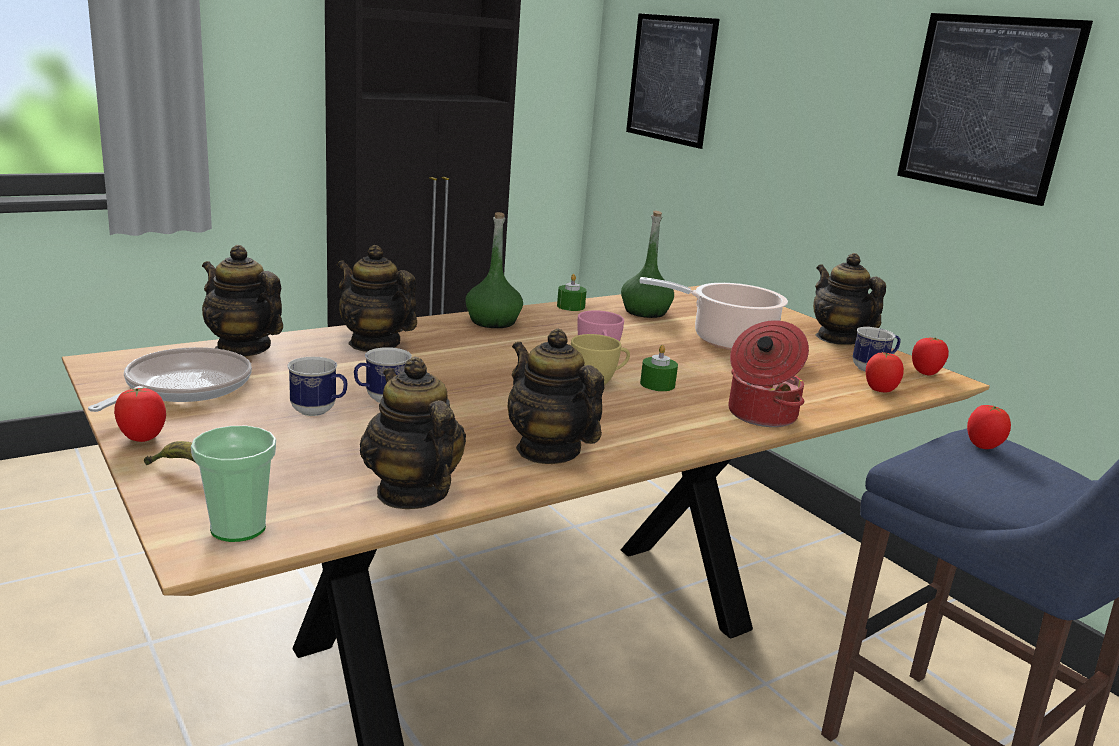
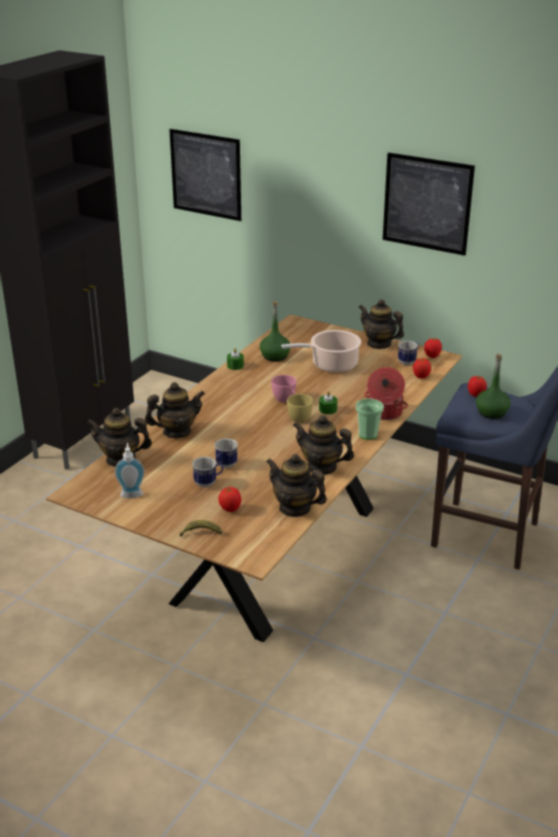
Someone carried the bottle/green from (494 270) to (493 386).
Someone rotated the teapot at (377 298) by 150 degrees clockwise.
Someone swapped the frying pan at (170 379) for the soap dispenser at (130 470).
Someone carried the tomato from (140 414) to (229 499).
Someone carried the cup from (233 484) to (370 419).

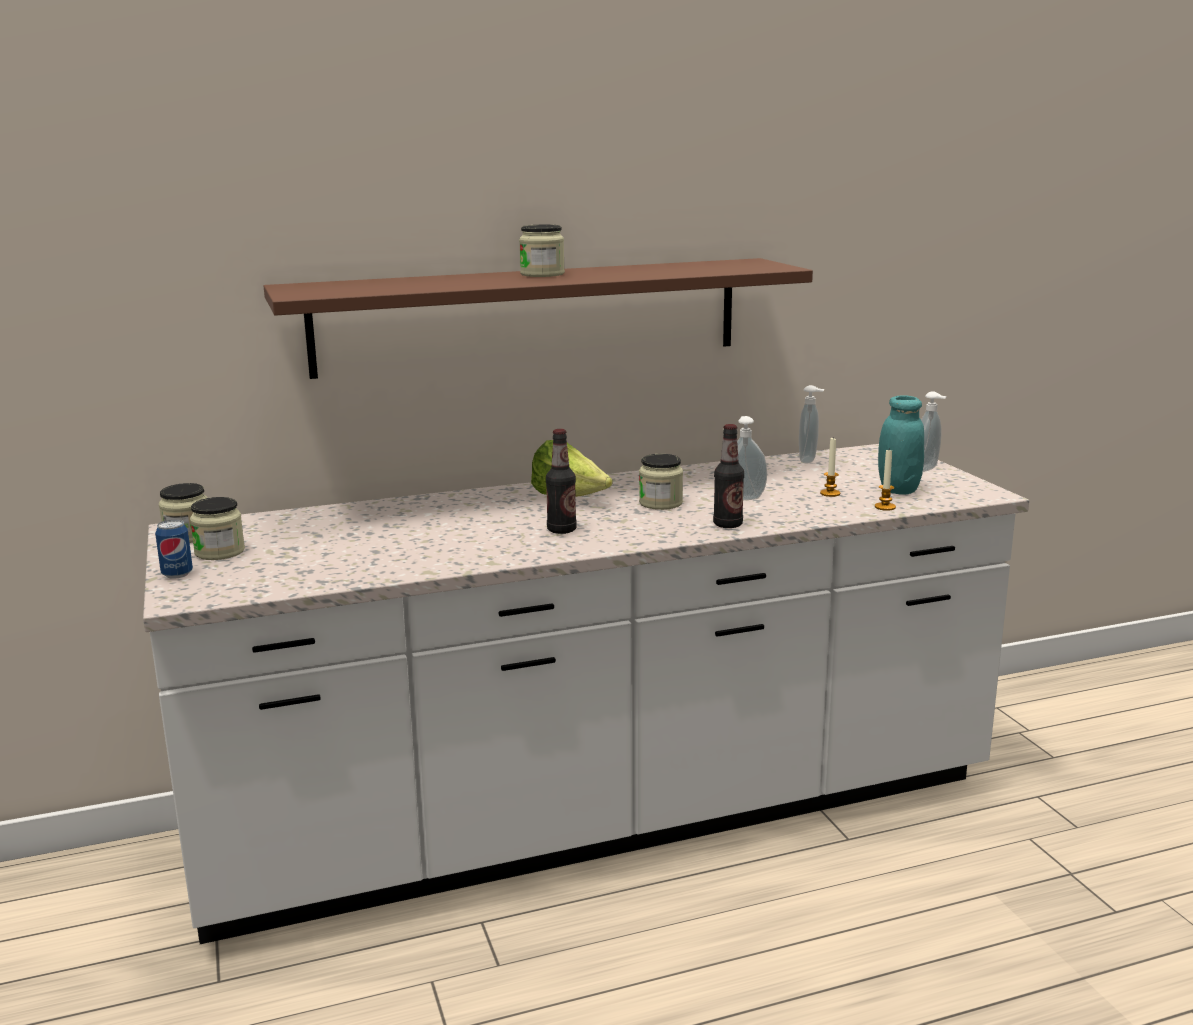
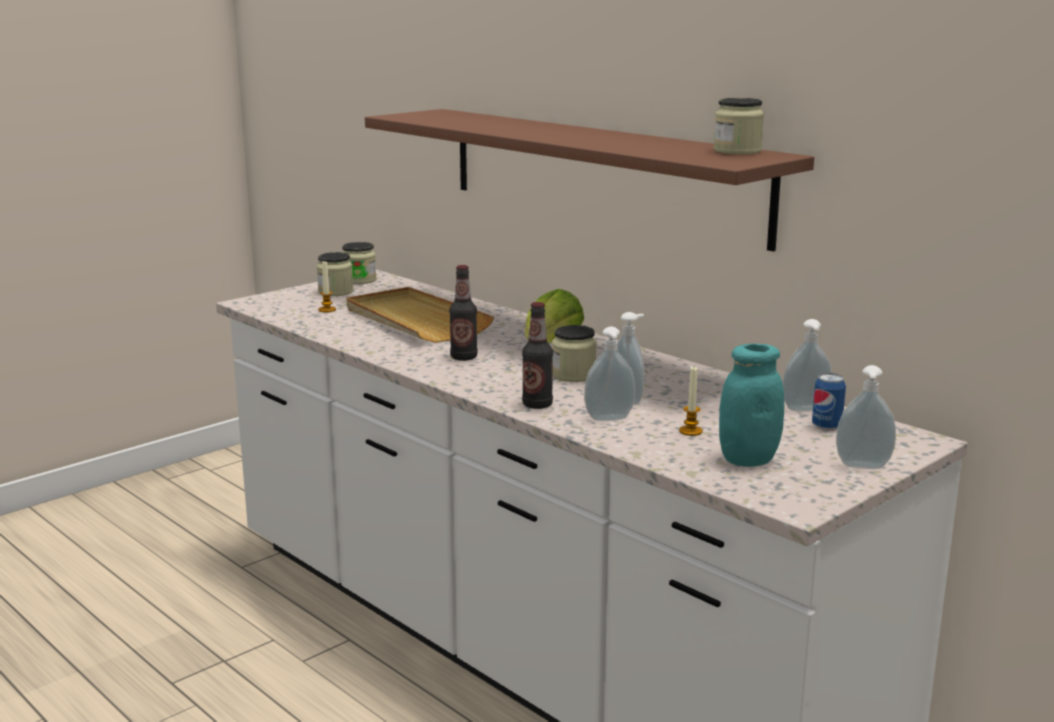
Someone carried the jar from (542 250) to (739 126).
Someone carried the candle from (885 480) to (327 286).
Someone carried the can from (174 549) to (829 402).
Someone put down the tray/beige at (420 315).
Someone put down the soap dispenser at (609 374).

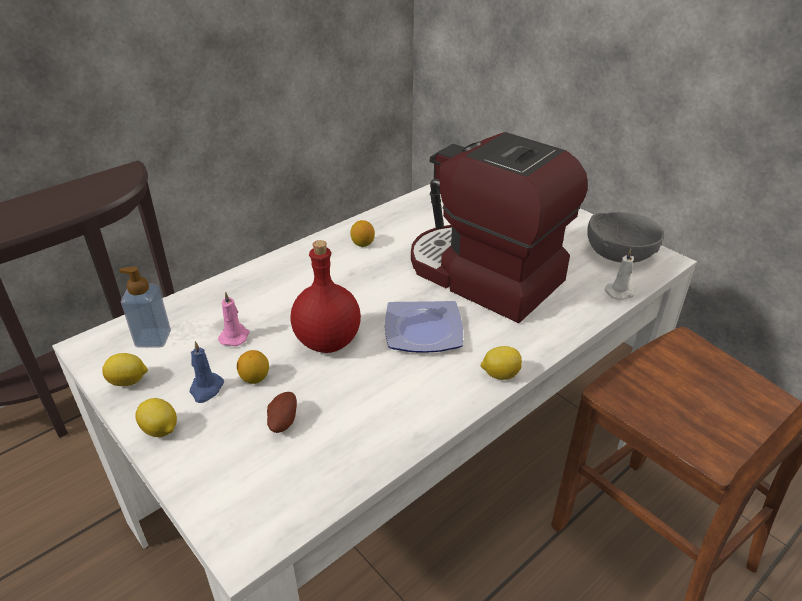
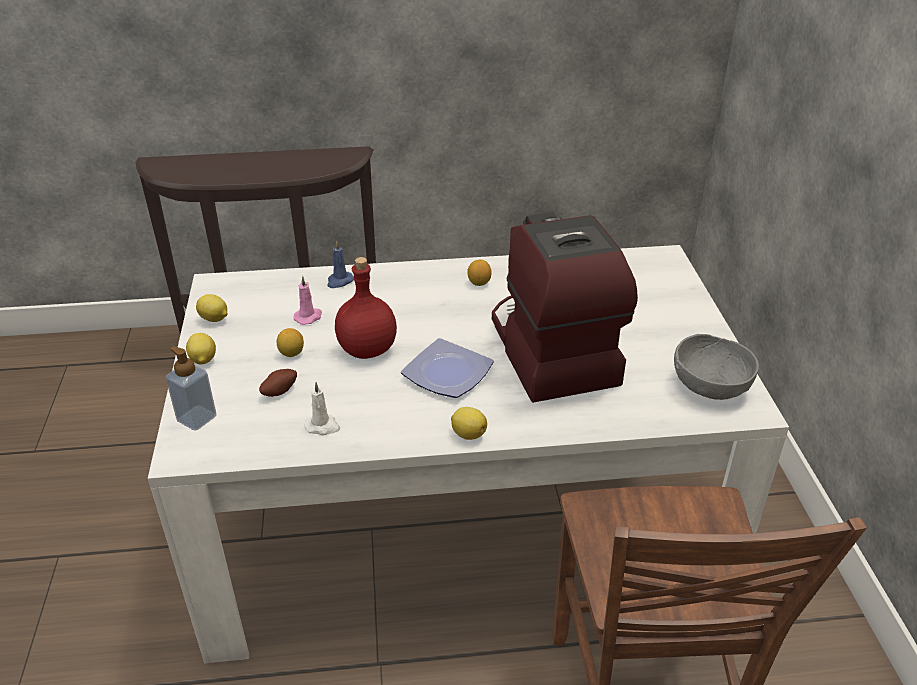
Someone carried the candle/white from (620 274) to (322 408).
Someone carried the soap dispenser from (145 307) to (191 388).
Someone carried the candle/blue from (207 372) to (340 264).

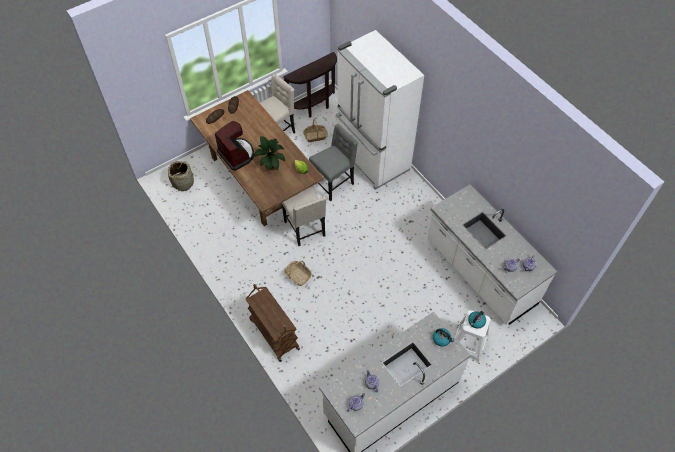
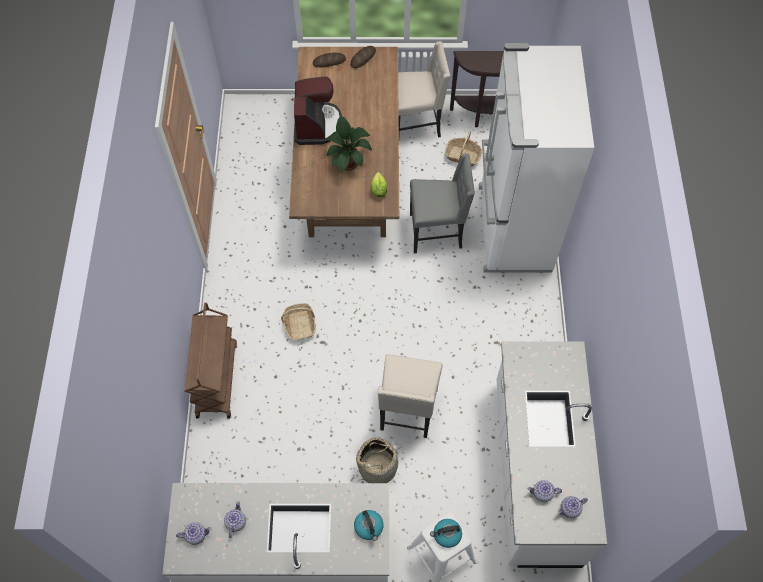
Someone carried the basket from (181 176) to (379 460).
Someone carried the chair/beige from (303 216) to (410 396).

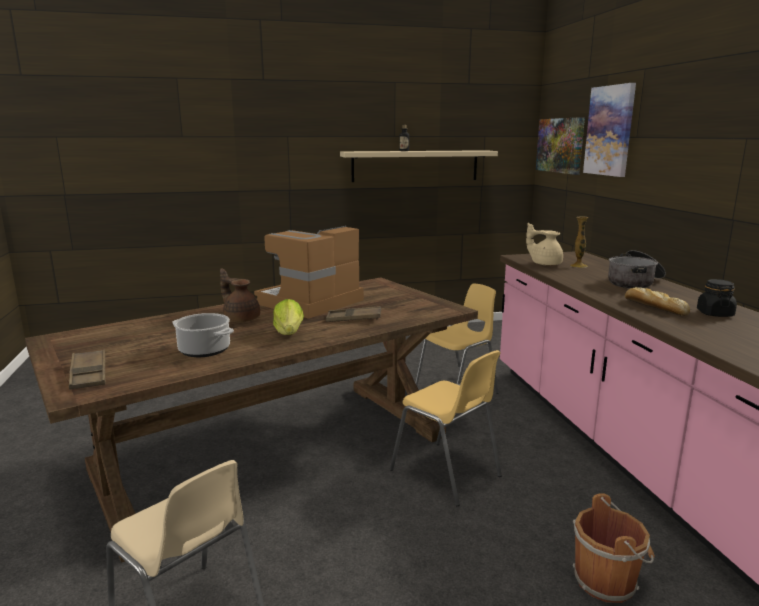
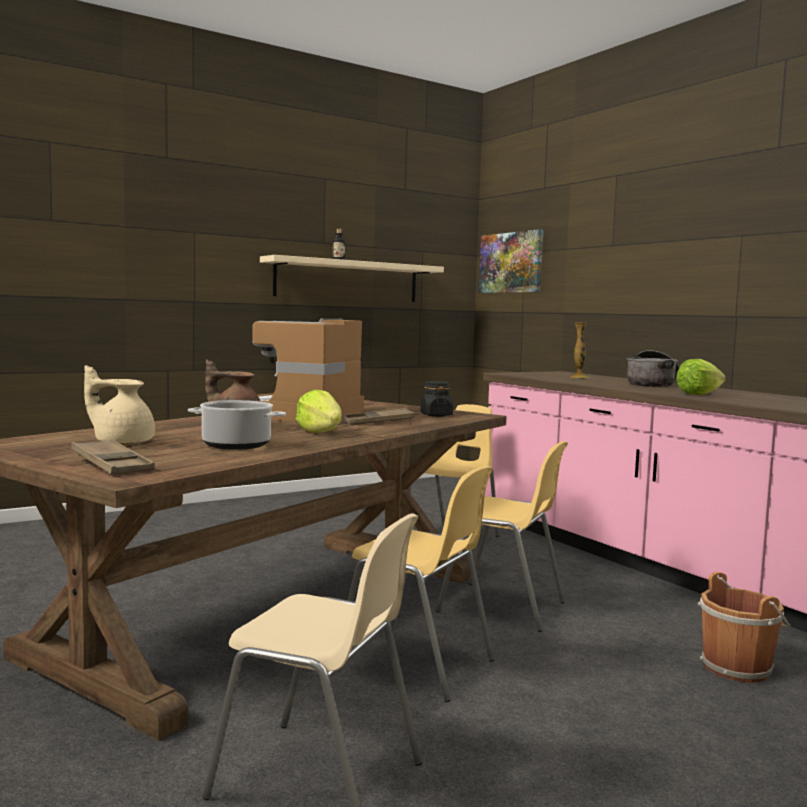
Someone took away the picture at (609 130).
Someone carried the teapot/beige from (544 244) to (119 405).
Someone carried the jar/black from (717 298) to (436 399).
Someone swapped the bread at (657 301) for the lettuce at (701 377).
Someone put down the chair/yellow at (421 584).

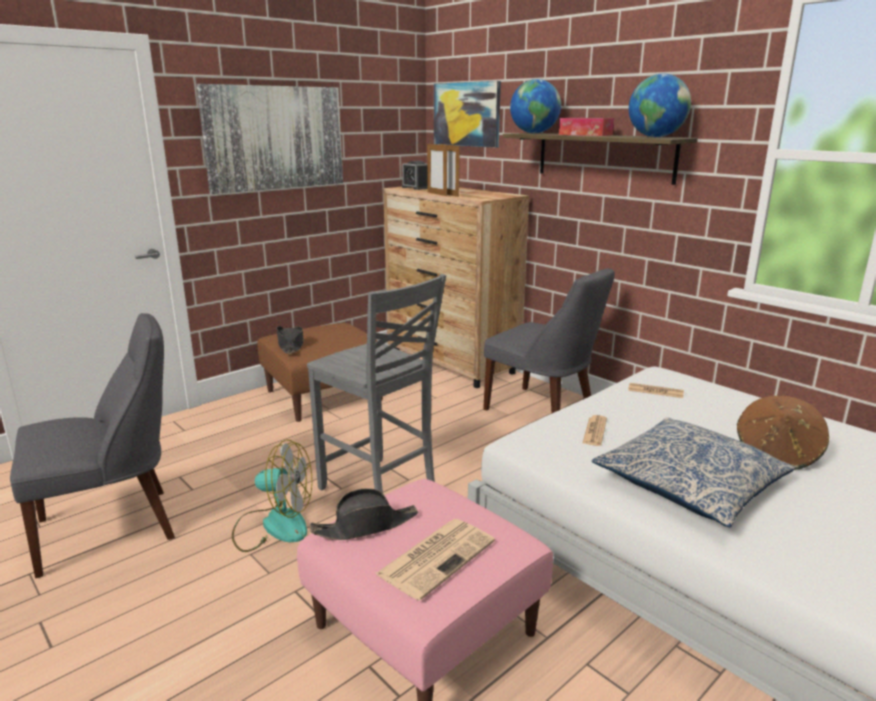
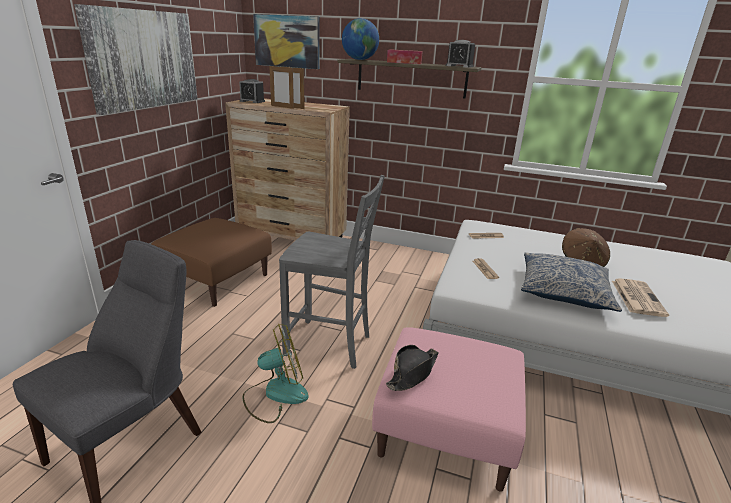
Someone swapped the globe at (660 105) for the alarm clock at (460 54).
Someone took away the chair/grey at (549 340).
Someone took away the hat/black at (290 340).
Someone carried the newspaper from (435 560) to (640 297).

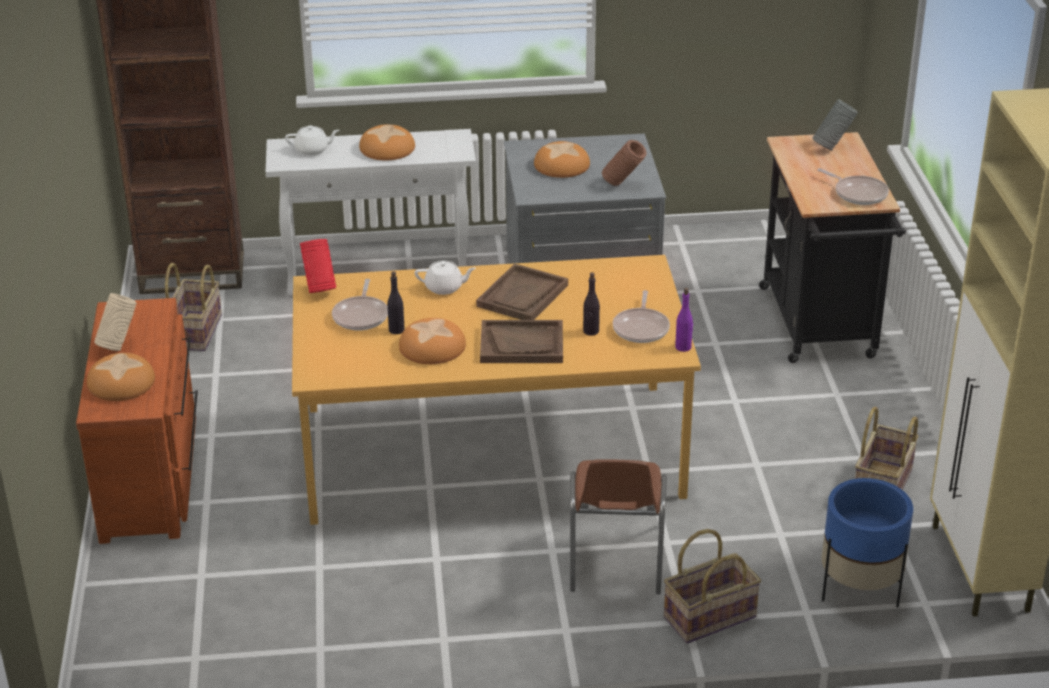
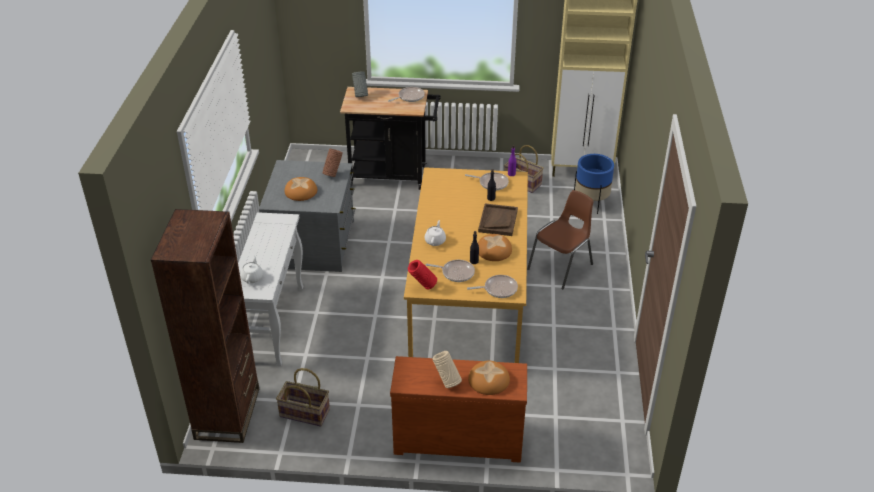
Someone took away the bread at (387 143).
Someone took away the tray/brown at (522 292).
Someone rotated the chair/brown at (618 526) by 60 degrees counterclockwise.
Someone took away the basket at (712 586).
Someone put down the frying pan at (492 286).

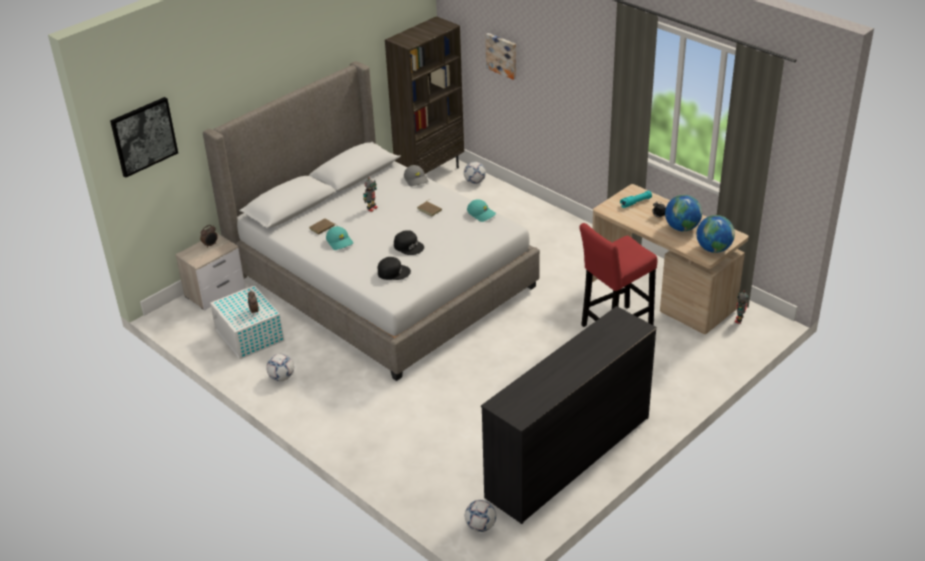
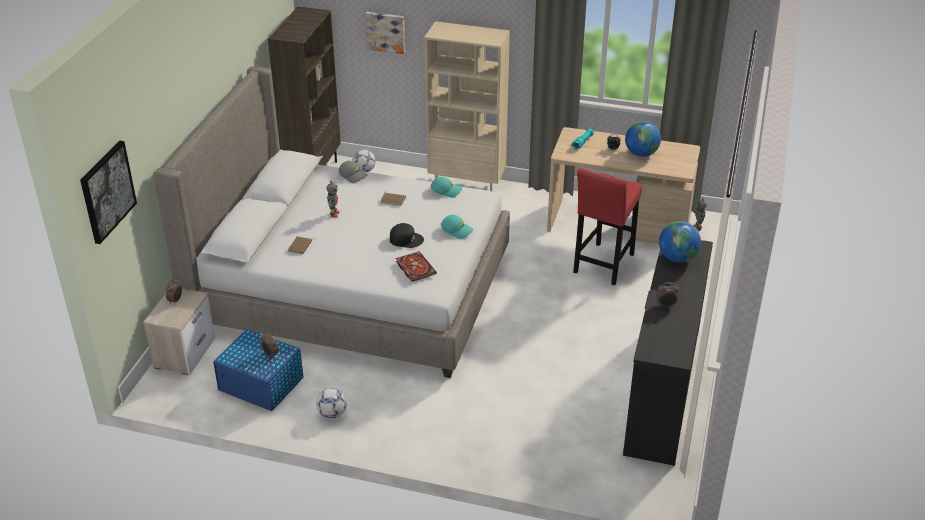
Someone carried the globe from (716 234) to (680 241).
Someone carried the cap/turquoise from (339 238) to (457 227).
Someone swapped the cap/black at (394 268) for the book at (416 266).
Someone repainted the storage box/white at (247 322), which became the storage box/blue at (258 370).
Someone took away the football at (480 516).
Someone put down the bookcase/beige at (467 106).
Someone put down the alarm clock at (667 295).

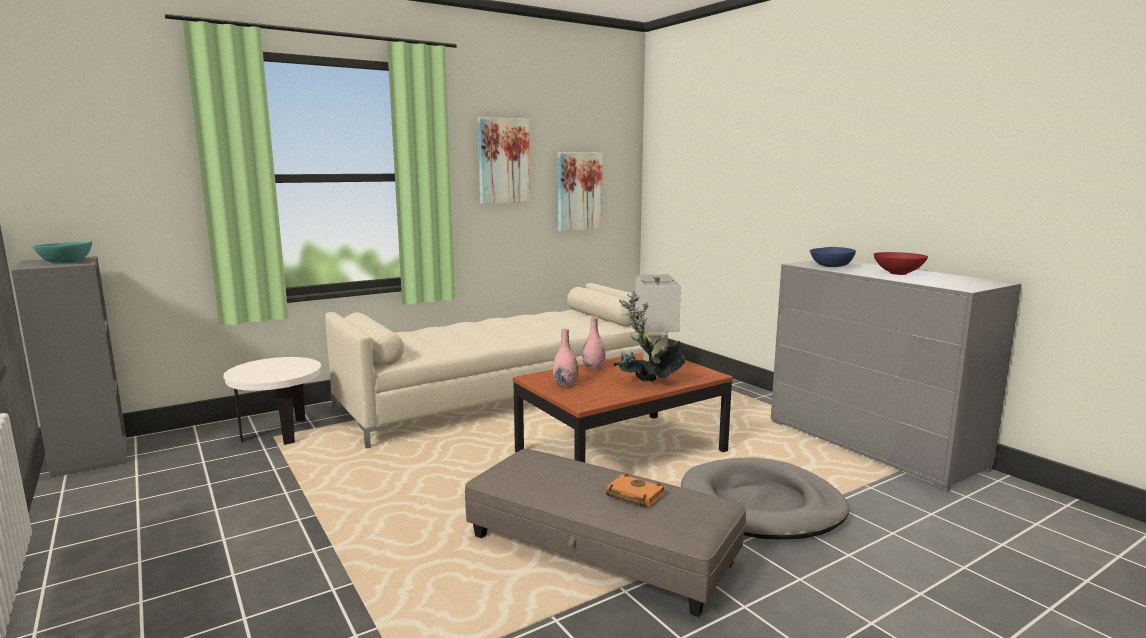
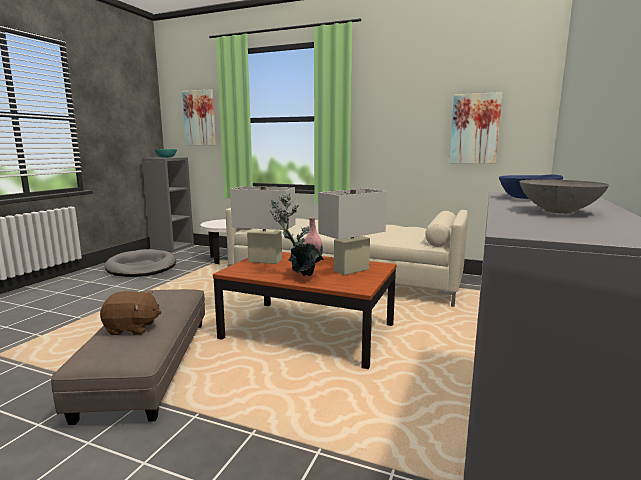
Someone carried the picture from (504 160) to (199 117).
Someone repainted the bowl/red at (901 263), which became the bowl/grey at (564 196).
Someone swapped the vase/pink at (565 358) for the table lamp/white at (262 225).
Someone carried the dog bed/grey from (765 499) to (140 263).
Someone swapped the book/orange at (634 490) for the plush toy/brown at (130 313).

